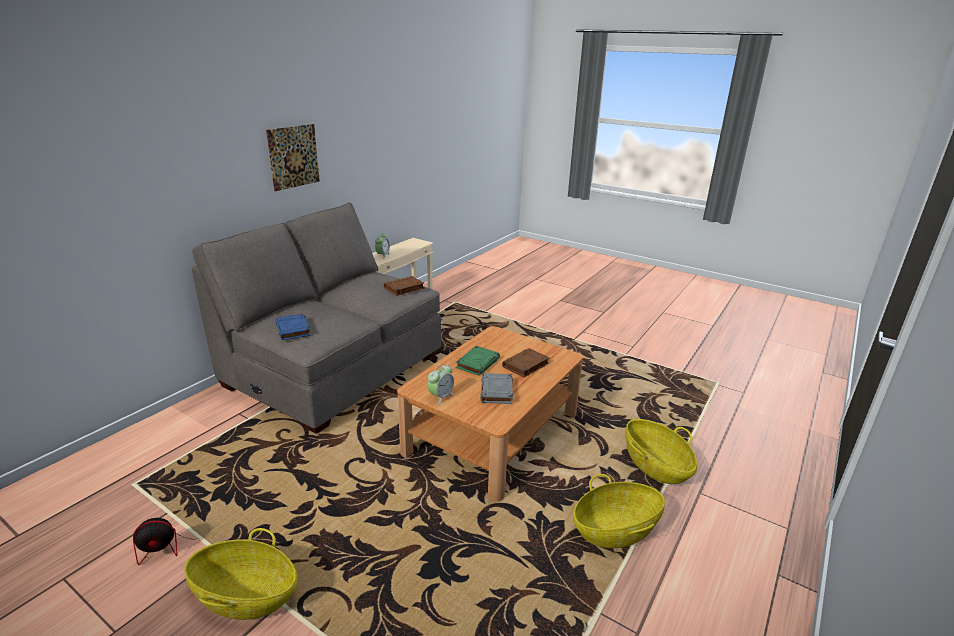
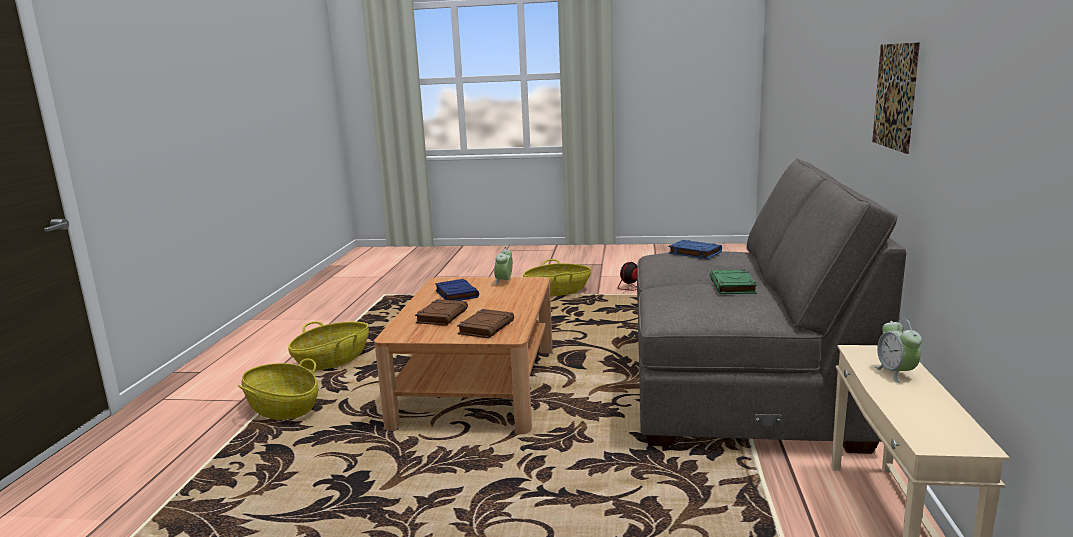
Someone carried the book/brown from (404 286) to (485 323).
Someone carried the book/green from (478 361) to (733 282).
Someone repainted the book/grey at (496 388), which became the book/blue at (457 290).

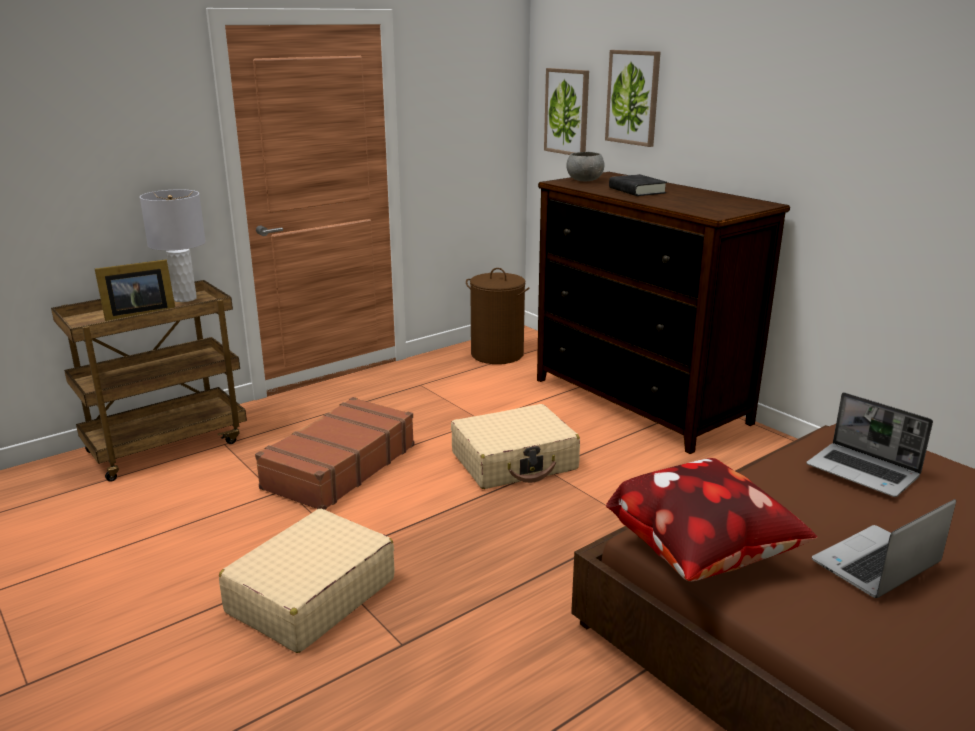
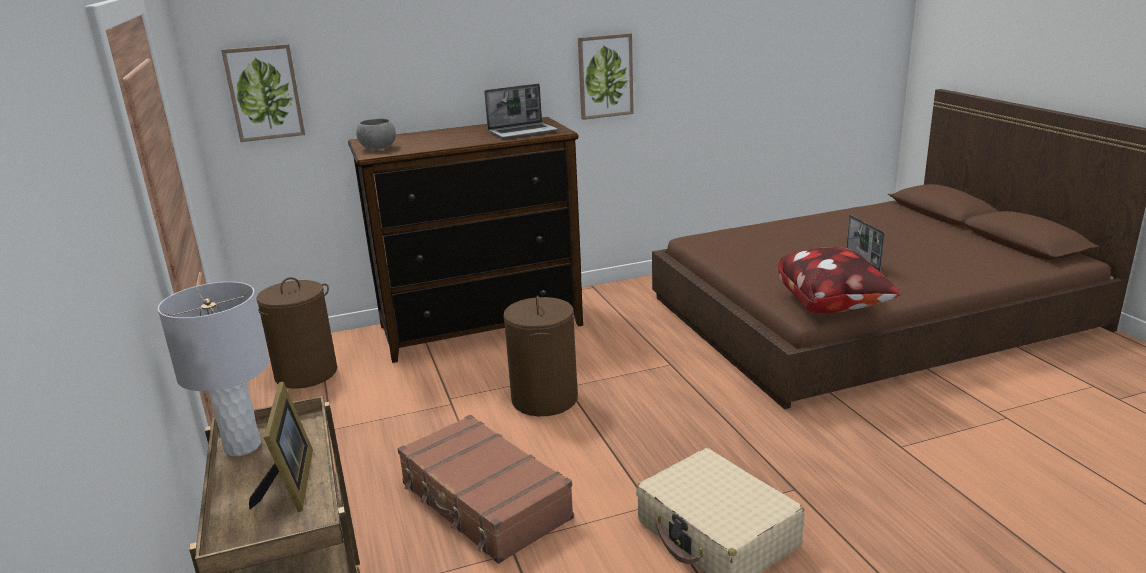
Someone carried the picture from (633 98) to (606 76).
Someone took away the book/black at (638 185).
Someone carried the laptop from (869 444) to (521 111).
Someone swapped the suitcase/beige at (515 446) for the laundry basket/brown at (540 355).

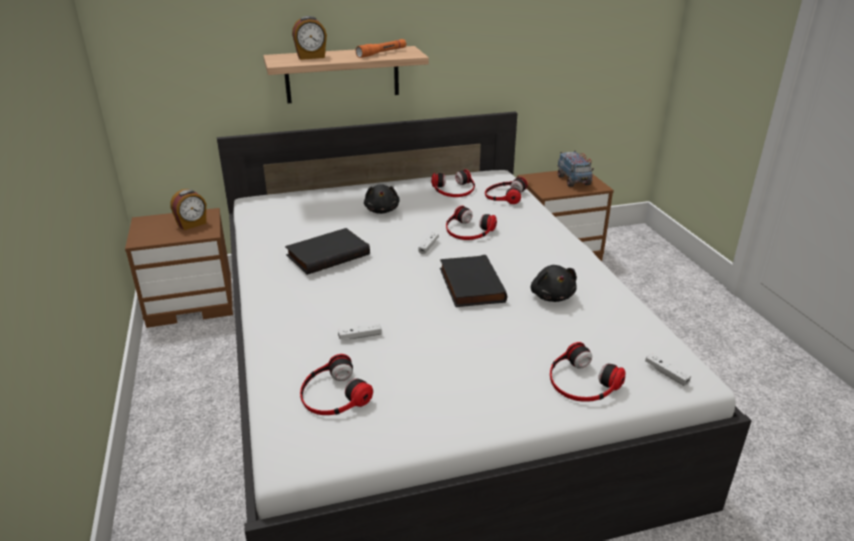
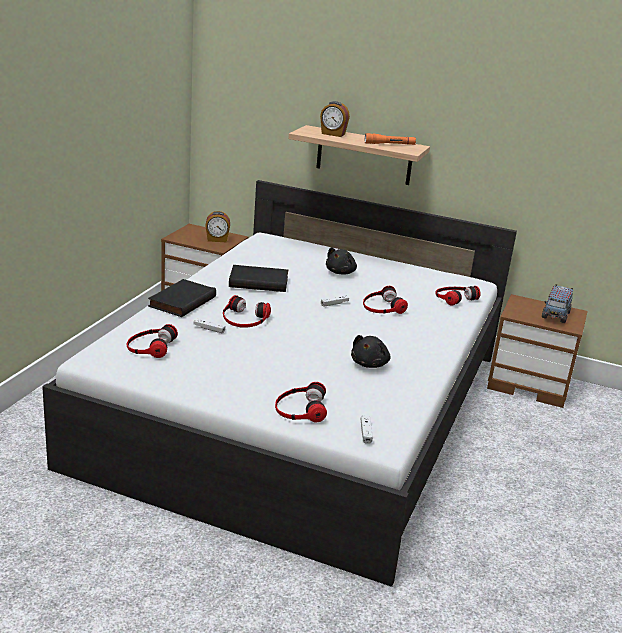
Someone carried the headphones from (453 183) to (247 311).
Someone carried the book/black from (473 281) to (182 298).

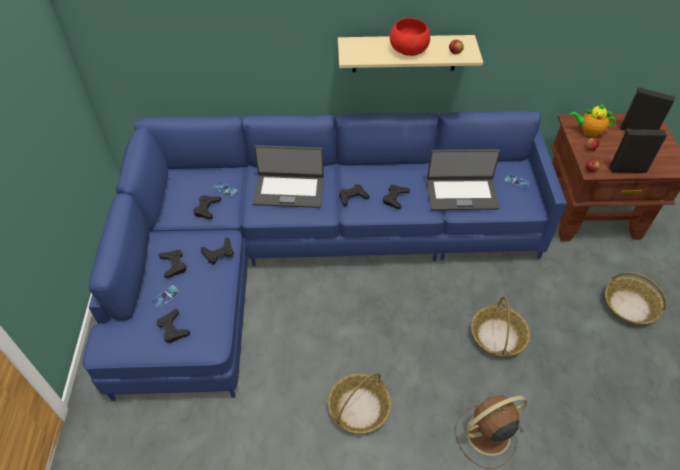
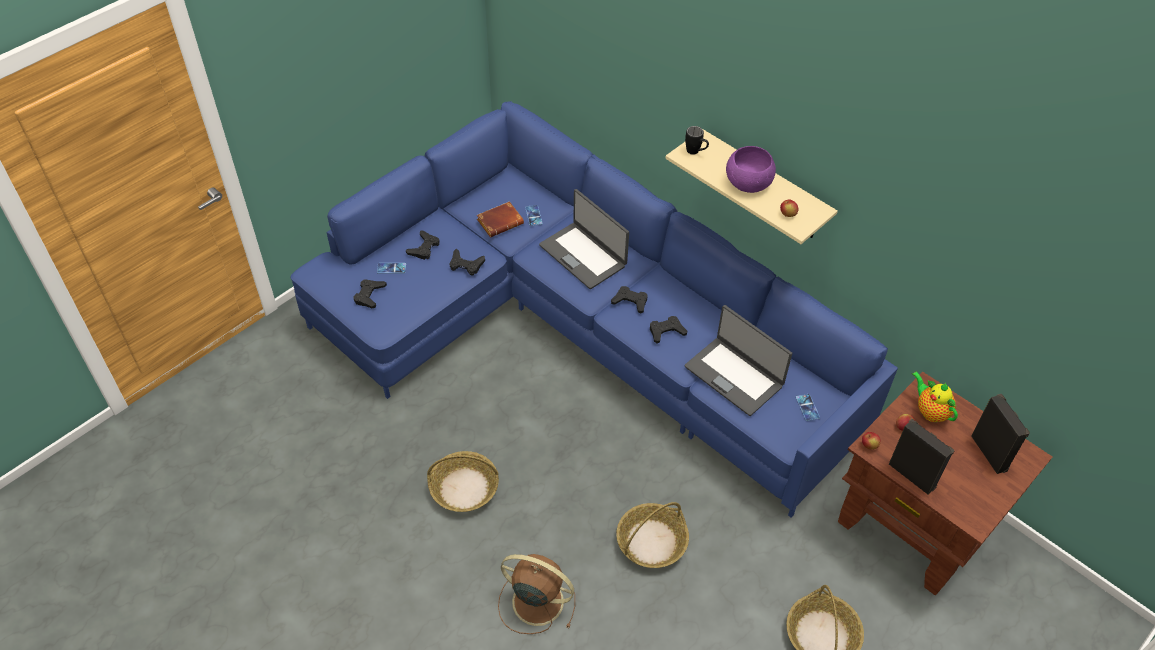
Someone repainted the bowl/red at (410 37), which became the bowl/purple at (751 169).
Someone swapped the game controller/black at (207 207) for the book/brown at (500 219).
Someone put down the mug/black at (697 140).

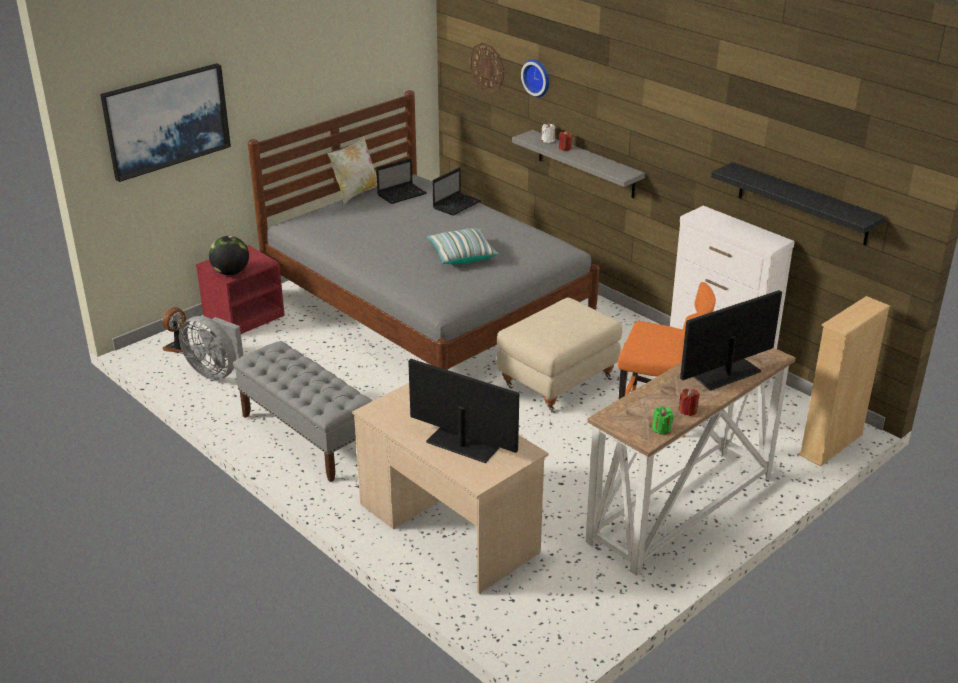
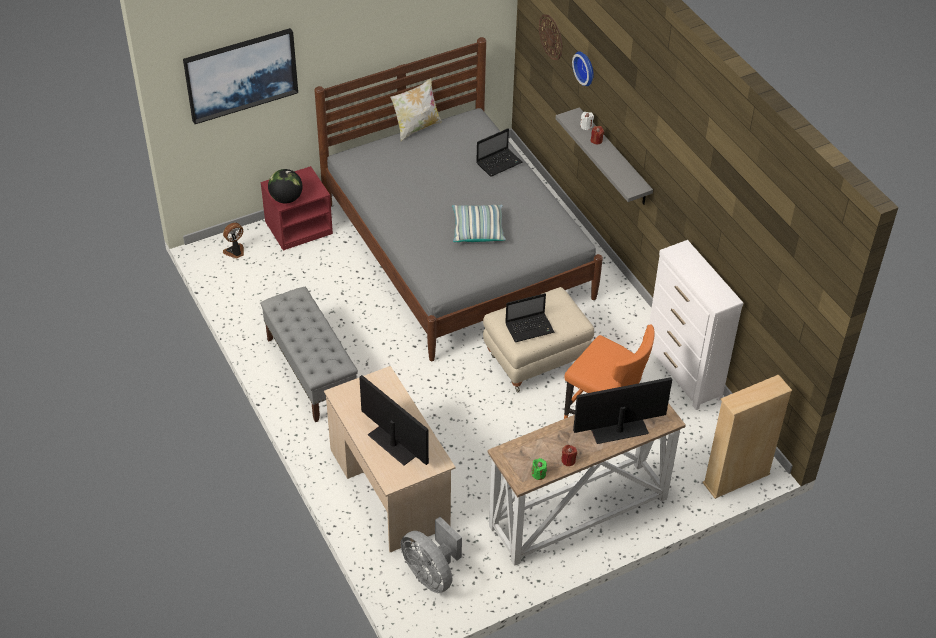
Someone carried the laptop from (401 181) to (529 318).
Someone took away the shelf/black at (798 203).
Someone carried the fan/grey from (211 348) to (431 555).

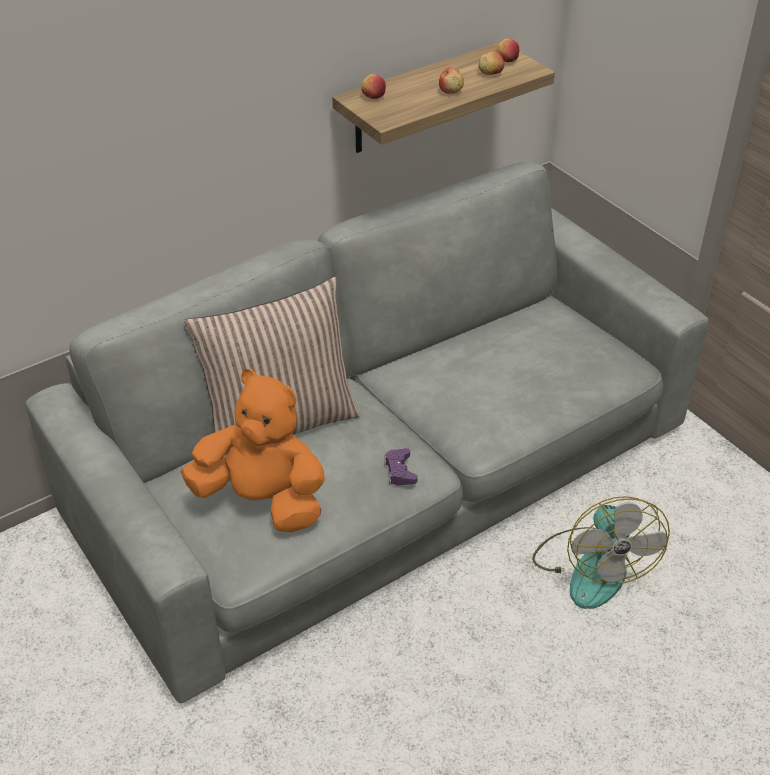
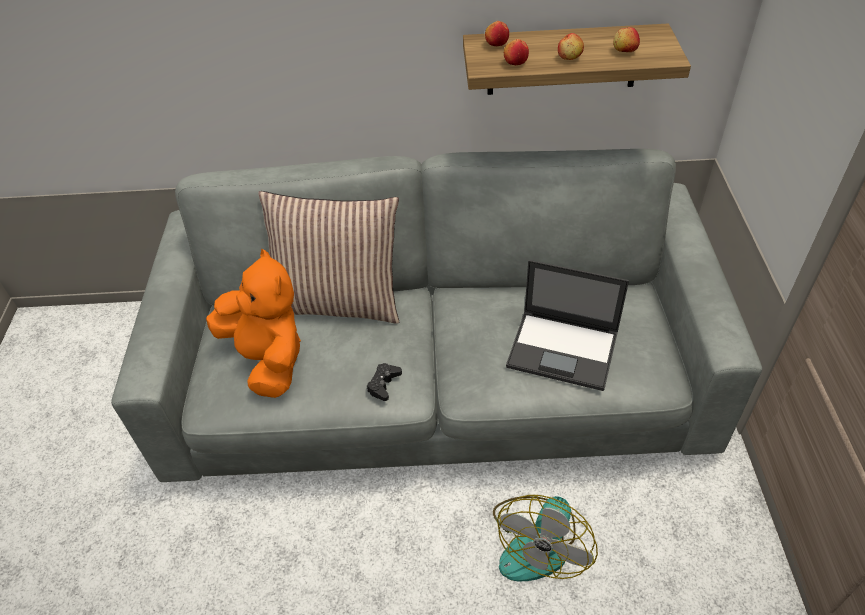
Someone carried the apple from (507 50) to (516 52).
Someone repainted the game controller/purple at (400 467), which became the game controller/black at (384 382).
Someone put down the laptop at (567 325).

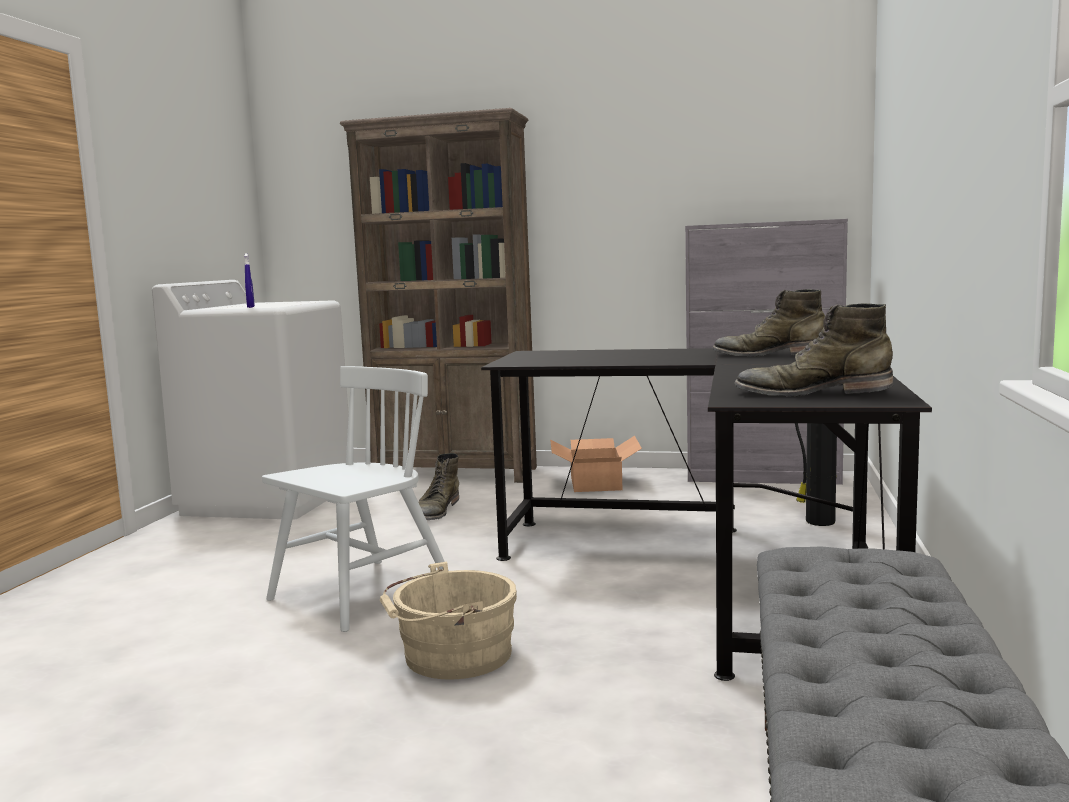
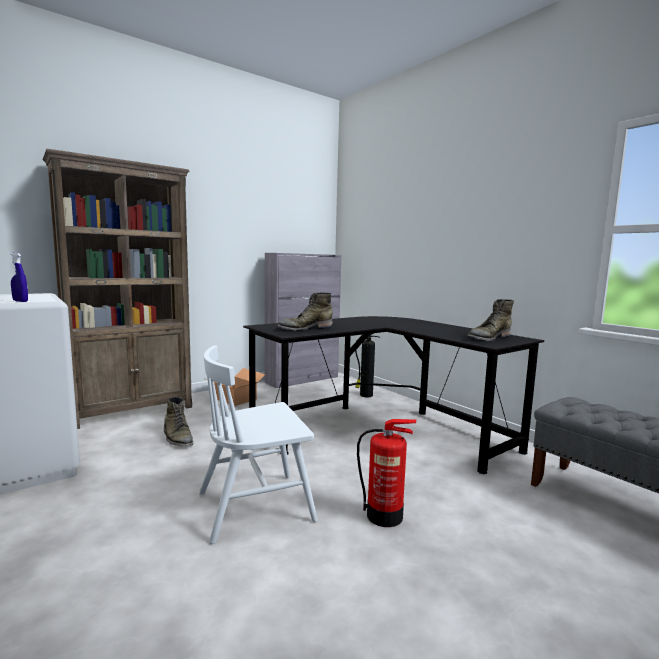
Someone carried the boot/green from (769 323) to (305 311).
Someone rotated the chair/white at (355 499) by 105 degrees counterclockwise.
Someone swapped the bucket/beige at (448 620) for the fire extinguisher at (386 473).

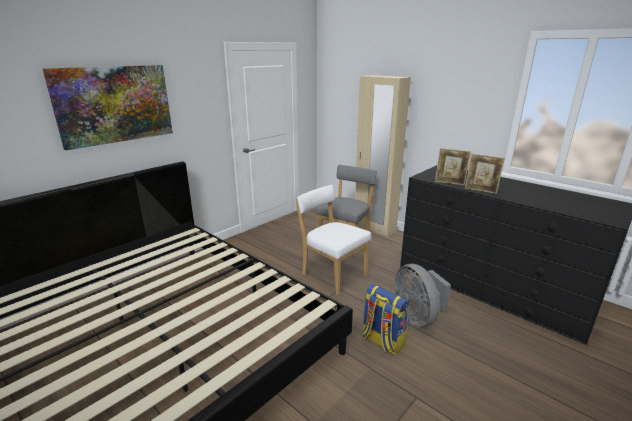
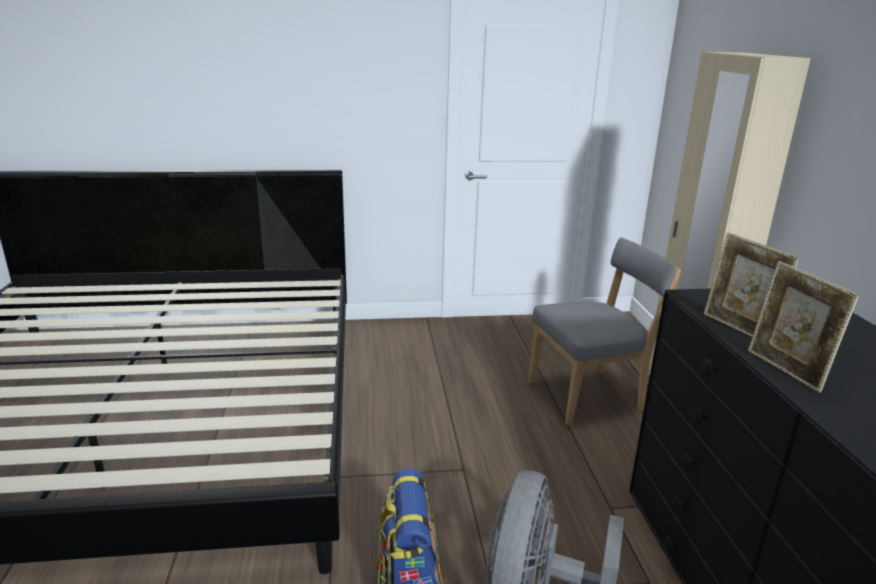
Someone took away the picture at (108 107).
Someone took away the chair/white at (333 240).

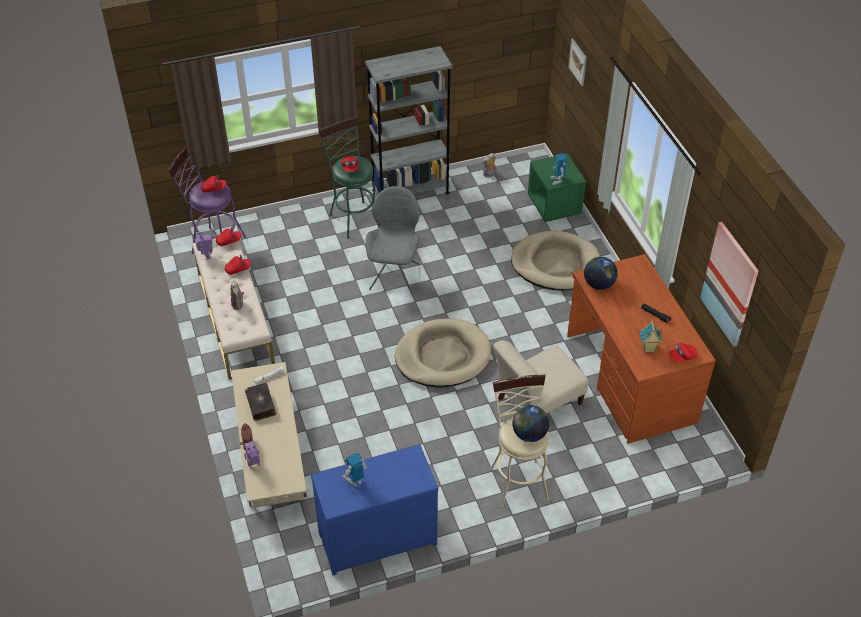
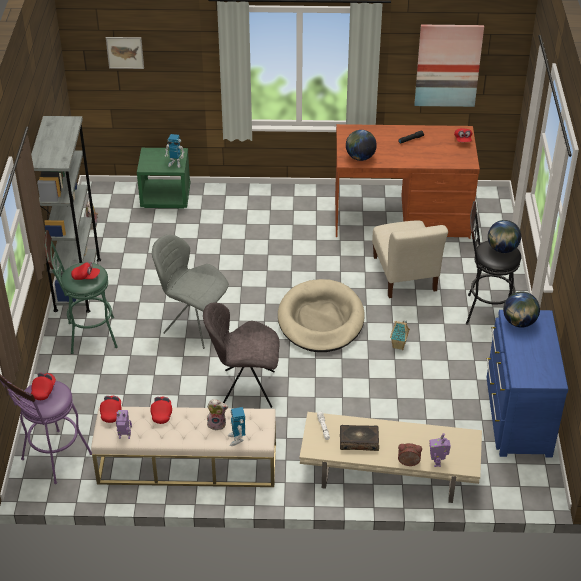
Someone took away the dog bed/beige at (555 260).
Someone carried the toy house from (651 336) to (400 335).
Someone repainted the stool/beige at (519 441), which became the stool/black at (493 263).
Someone carried the toy robot from (354 469) to (236 426).
Someone put down the globe at (521 310).
Someone put down the chair/grey at (241 355).

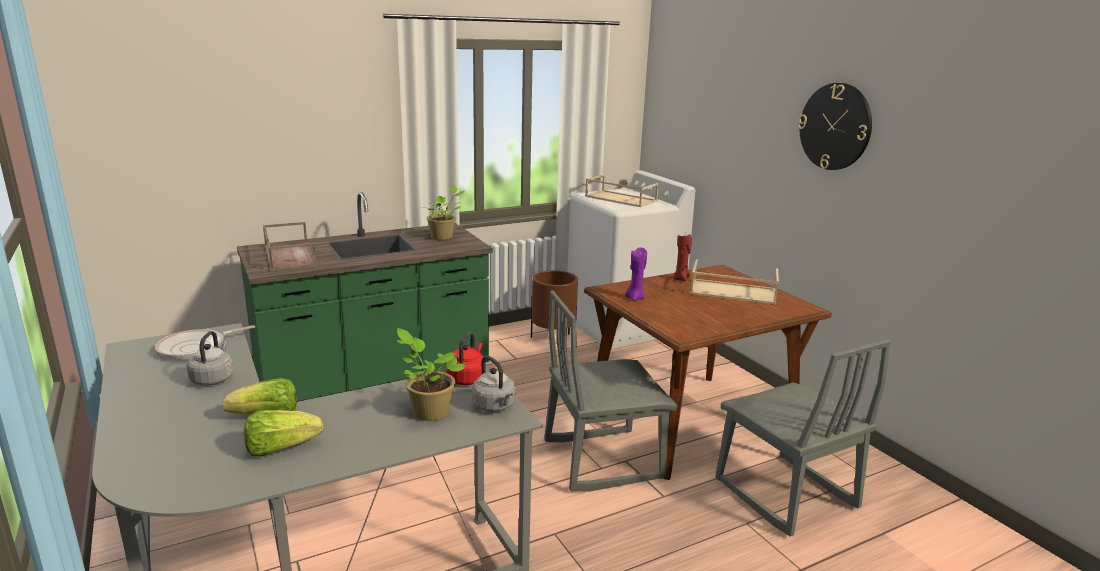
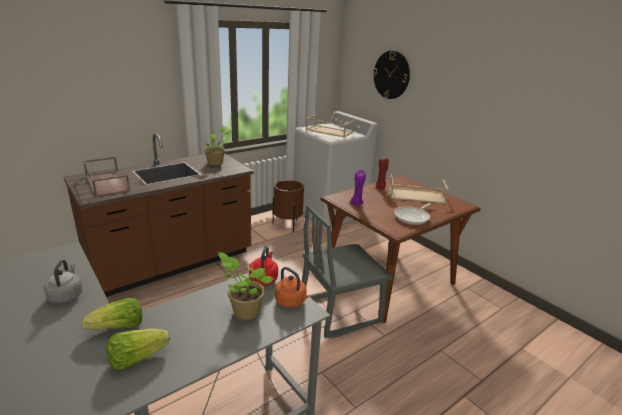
Someone carried the wall clock from (835 126) to (391 75).
Someone repainted the counter/green at (365 297), which became the counter/brown at (158 215).
Someone carried the frying pan from (205 342) to (412 214).
Someone took away the chair/grey at (803 437).
Someone repainted the kettle/grey at (493 383), which became the kettle/orange at (292 287).

